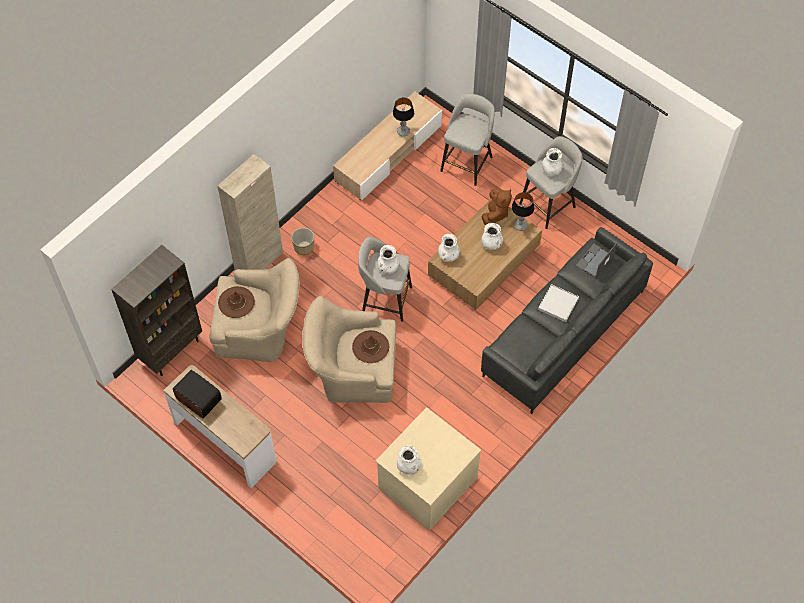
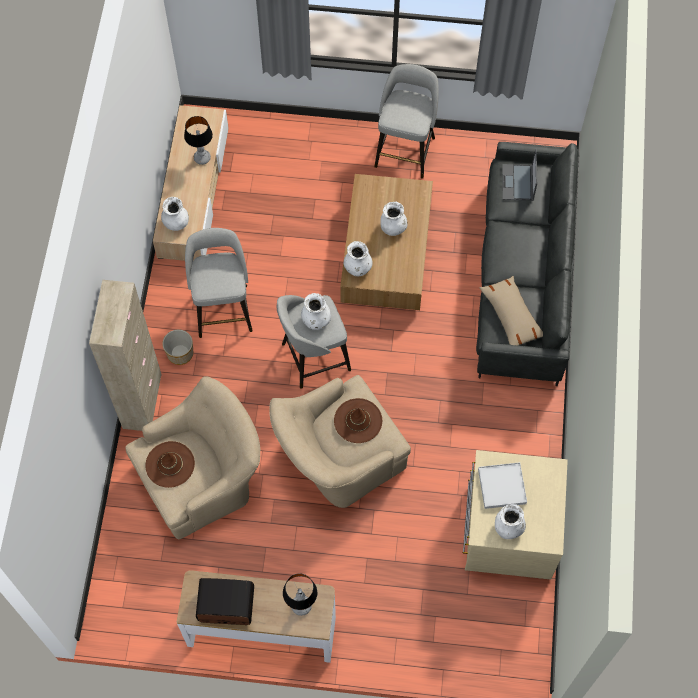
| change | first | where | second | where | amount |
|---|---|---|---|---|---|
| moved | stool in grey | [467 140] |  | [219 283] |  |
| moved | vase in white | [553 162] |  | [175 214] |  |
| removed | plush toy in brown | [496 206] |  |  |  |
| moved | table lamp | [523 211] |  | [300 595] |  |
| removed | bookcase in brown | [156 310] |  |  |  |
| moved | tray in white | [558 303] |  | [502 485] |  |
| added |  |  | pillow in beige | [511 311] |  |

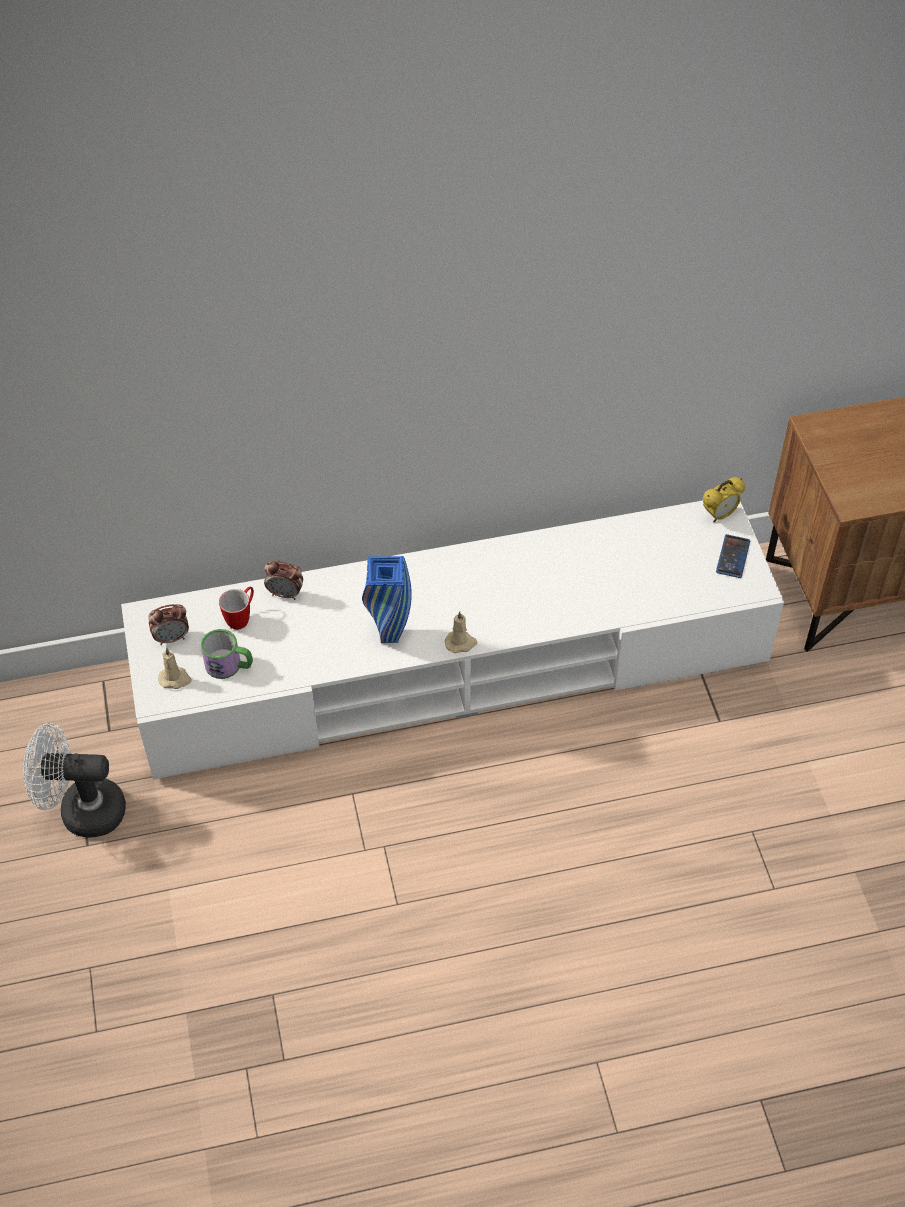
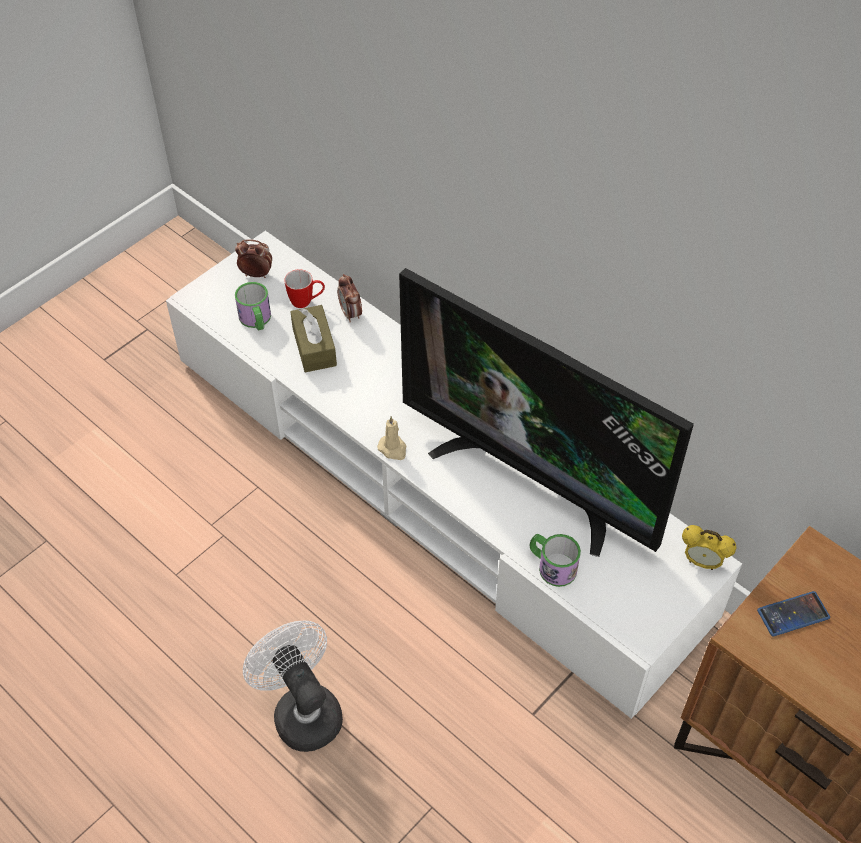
| change | first | where | second | where | amount |
|---|---|---|---|---|---|
| moved | phone | [733 556] |  | [793 614] |  |
| removed | vase in blue | [387 599] |  |  |  |
| turned | alarm clock | [168 624] |  | [253 258] | 150 degrees clockwise |
| removed | candle in beige | [175 668] |  |  |  |
| moved | fan in white | [74 780] |  | [293 686] |  |
| added |  |  | television | [546 412] |  |
| added |  |  | tissue box in brown | [313 338] |  |
| added |  |  | mug | [555 560] |  |

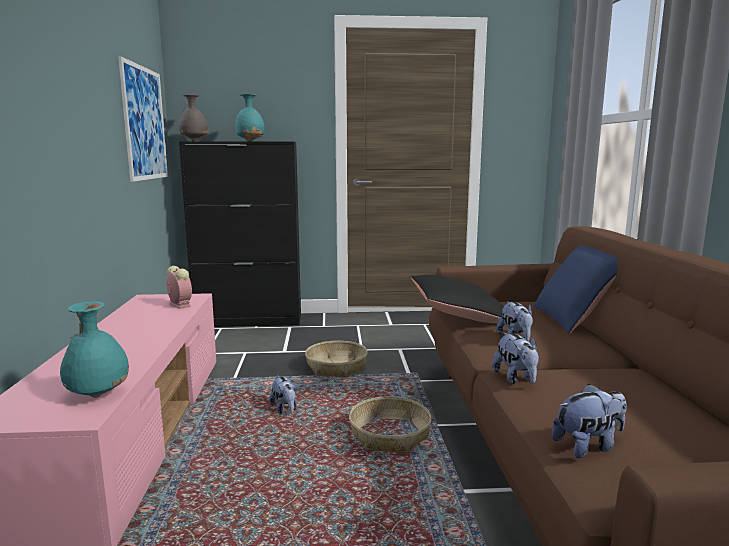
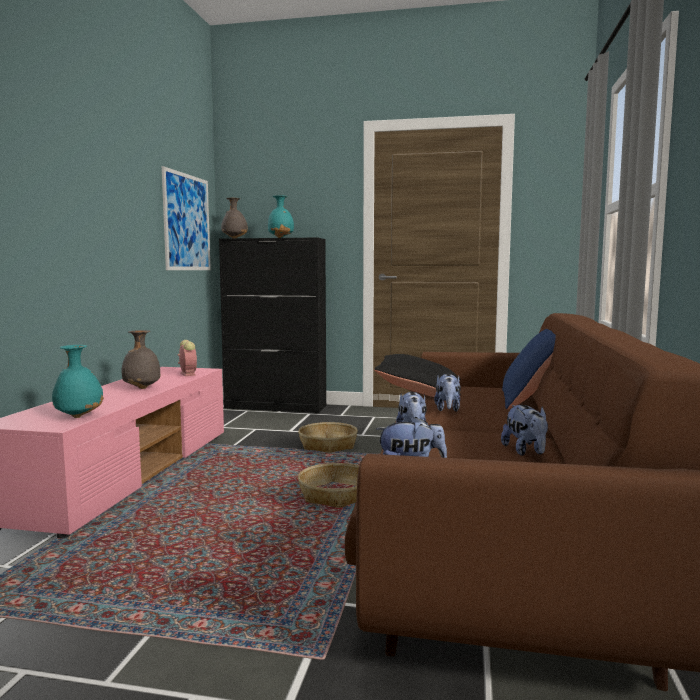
| change | first | where | second | where | amount |
|---|---|---|---|---|---|
| moved | plush toy | [283 394] |  | [524 430] |  |
| added |  |  | vase in grey | [141 359] |  |

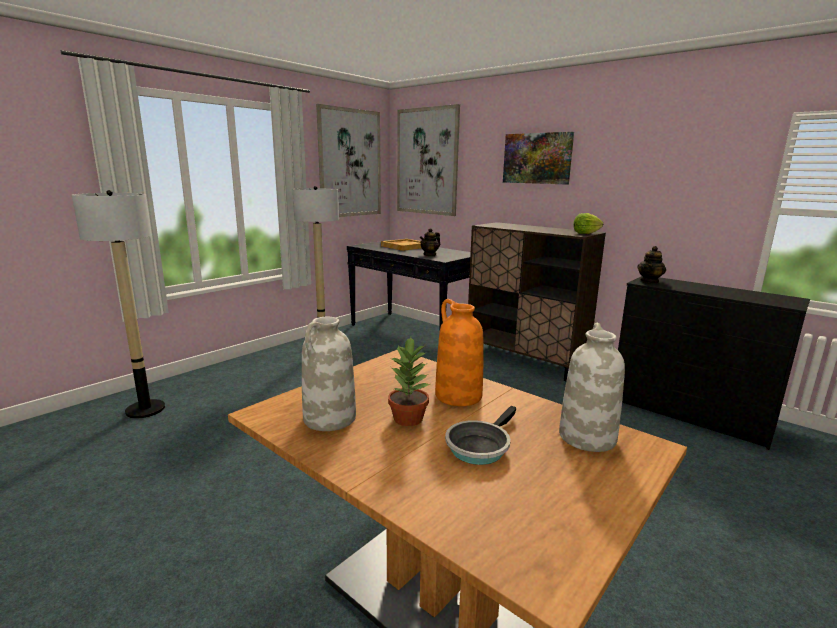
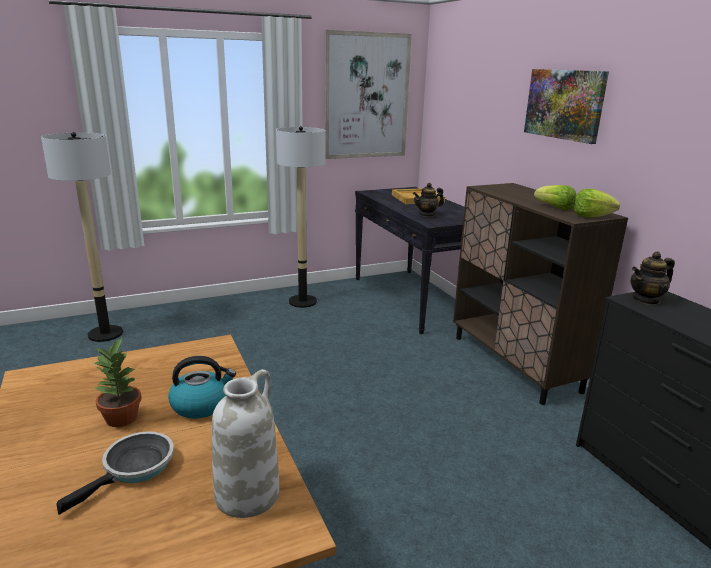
| change | first | where | second | where | amount |
|---|---|---|---|---|---|
| removed | picture | [428 160] |  |  |  |
| replaced | vase in orange | [459 352] | kettle | [202 387] |  |
| removed | vase in white | [329 374] |  |  |  |
| turned | frying pan | [480 435] |  | [115 473] | 150 degrees clockwise |
| added |  |  | lettuce | [555 198] |  |

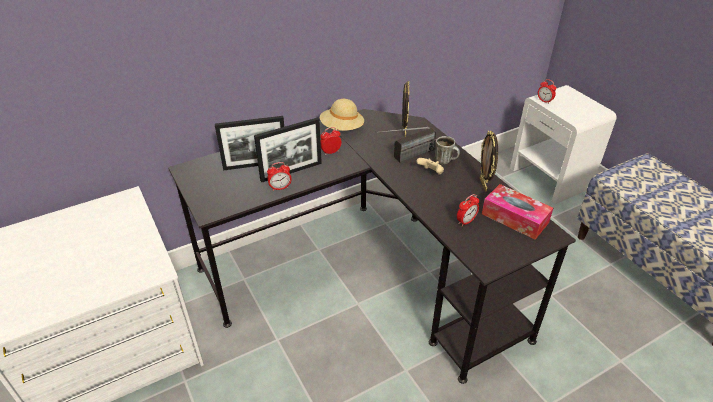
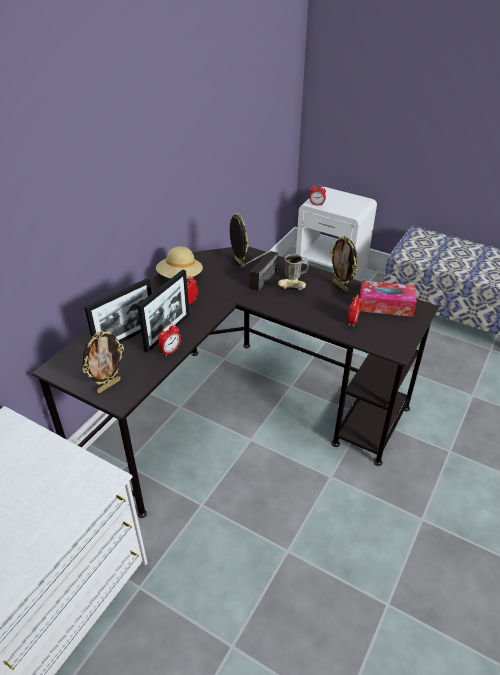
| change | first | where | second | where | amount |
|---|---|---|---|---|---|
| added |  |  | picture frame | [103 361] |  |

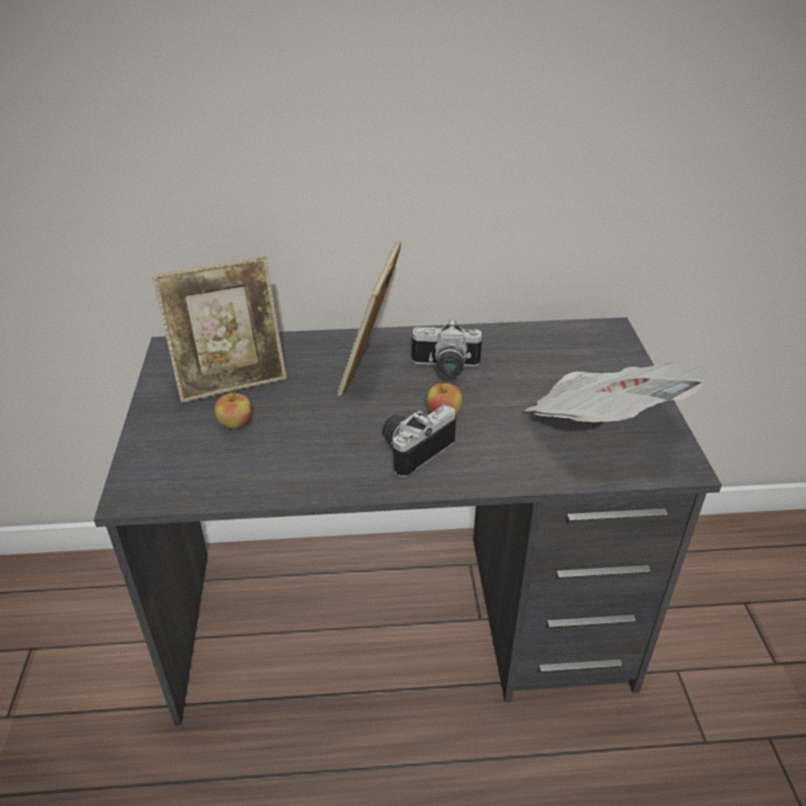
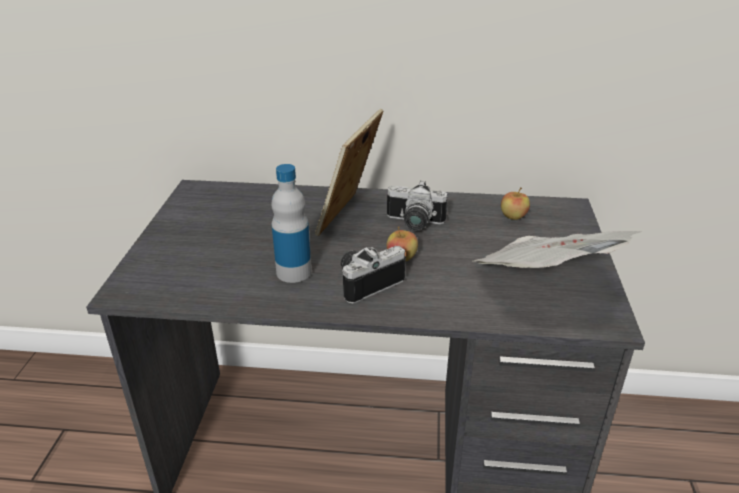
| change | first | where | second | where | amount |
|---|---|---|---|---|---|
| removed | picture frame | [219 329] |  |  |  |
| moved | apple | [233 409] |  | [515 204] |  |
| added |  |  | bottle | [291 223] |  |

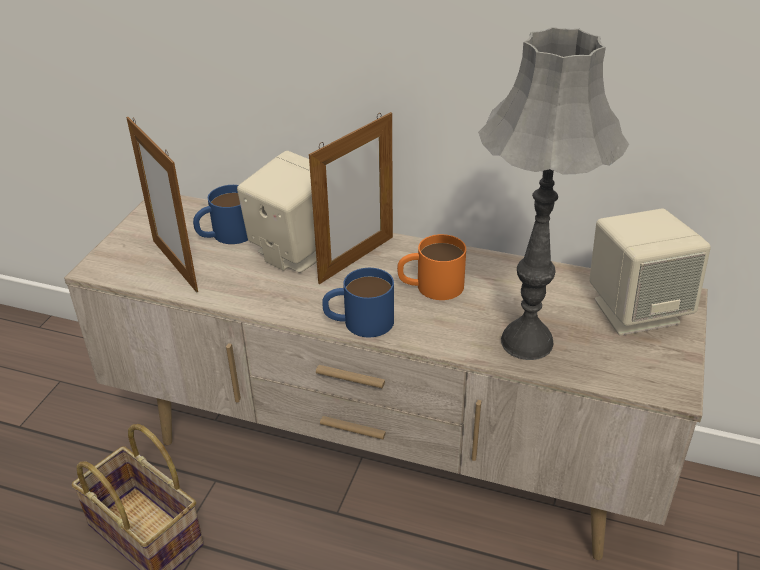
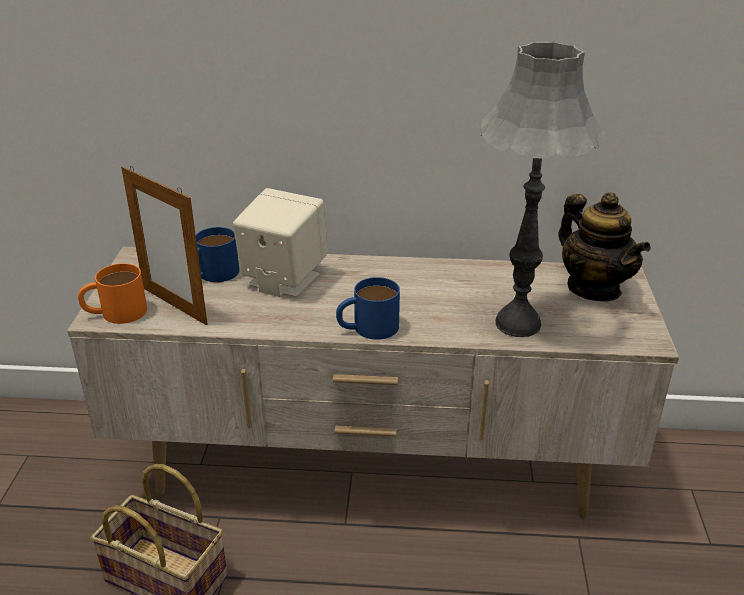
| change | first | where | second | where | amount |
|---|---|---|---|---|---|
| removed | picture frame | [351 198] |  |  |  |
| replaced | speaker in beige | [650 272] | teapot | [604 246] |  |
| moved | mug in orange | [431 267] |  | [112 293] |  |

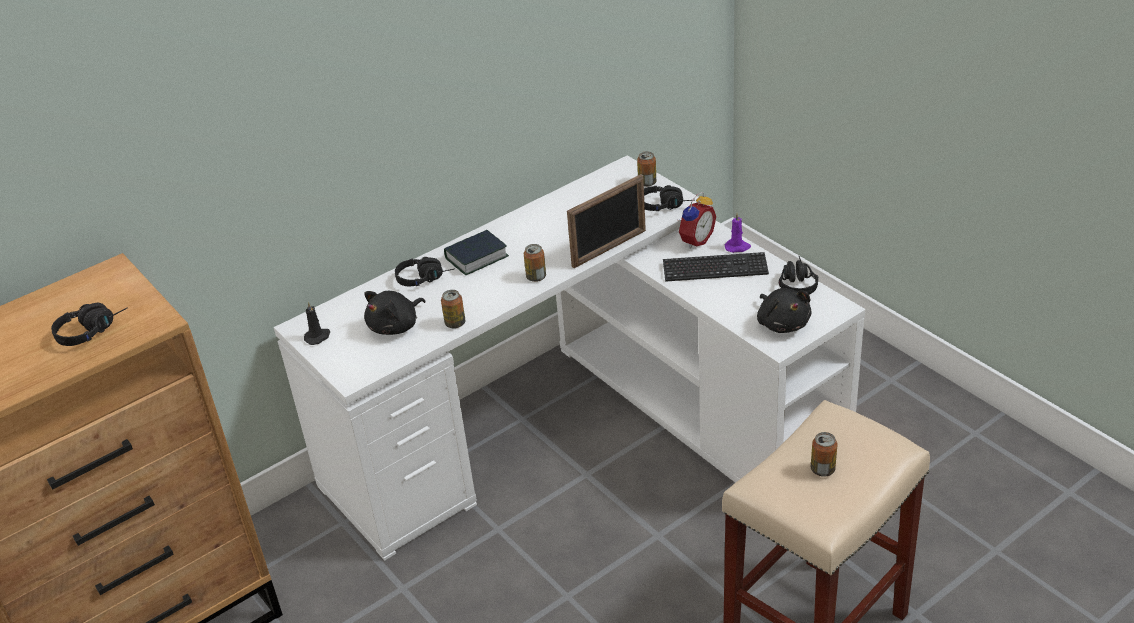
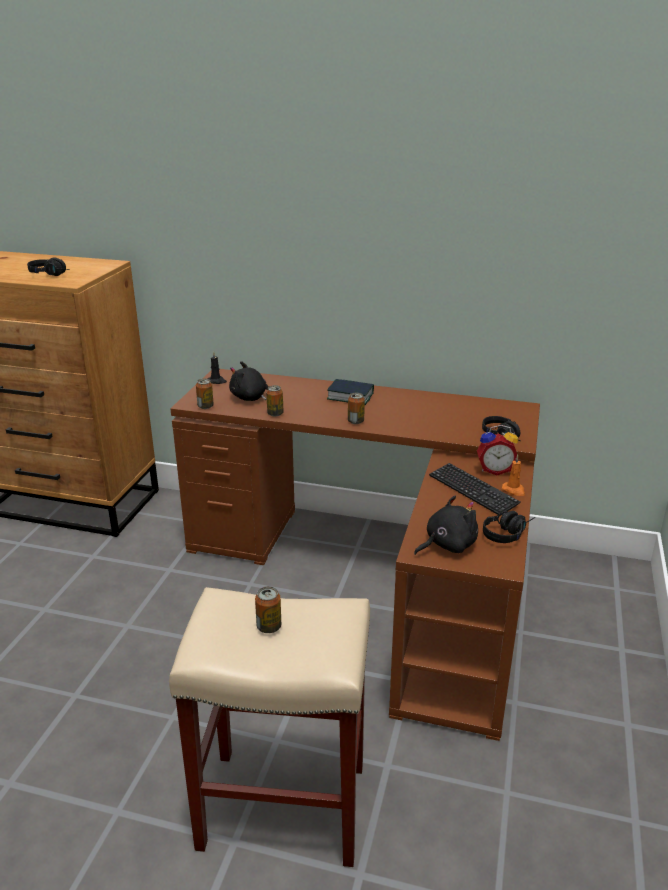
| change | first | where | second | where | amount |
|---|---|---|---|---|---|
| moved | can | [646 169] |  | [205 394] |  |
| recoloured | desk in white | [569 357] | desk in brown | [355 555] |  |
| removed | picture frame | [606 221] |  |  |  |
| recoloured | candle in purple | [738 232] | candle in orange | [513 475] |  |
| removed | headphones in black | [424 272] |  |  |  |
| turned | plush toy in black | [784 310] |  | [446 525] | 150 degrees counterclockwise |

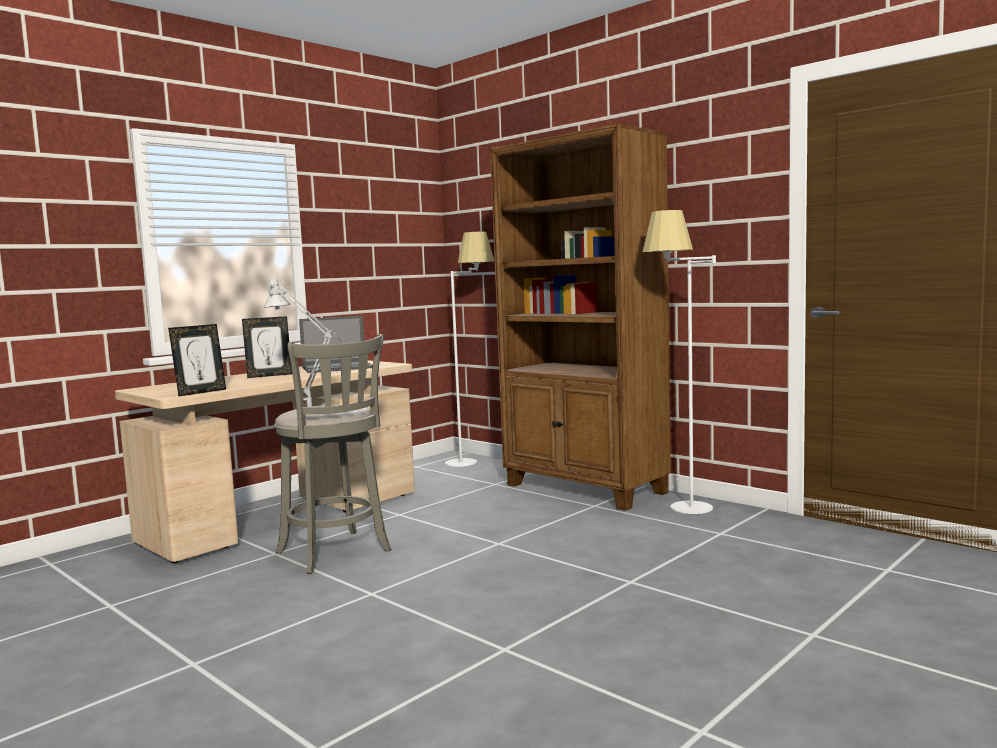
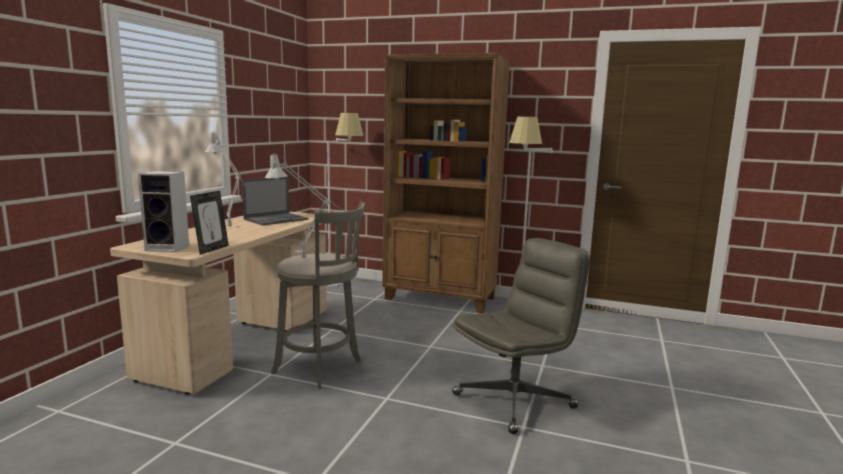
| change | first | where | second | where | amount |
|---|---|---|---|---|---|
| replaced | picture frame | [267 347] | table lamp in grey | [227 179] |  |
| added |  |  | speaker | [163 211] |  |
| added |  |  | office chair in grey | [521 336] |  |

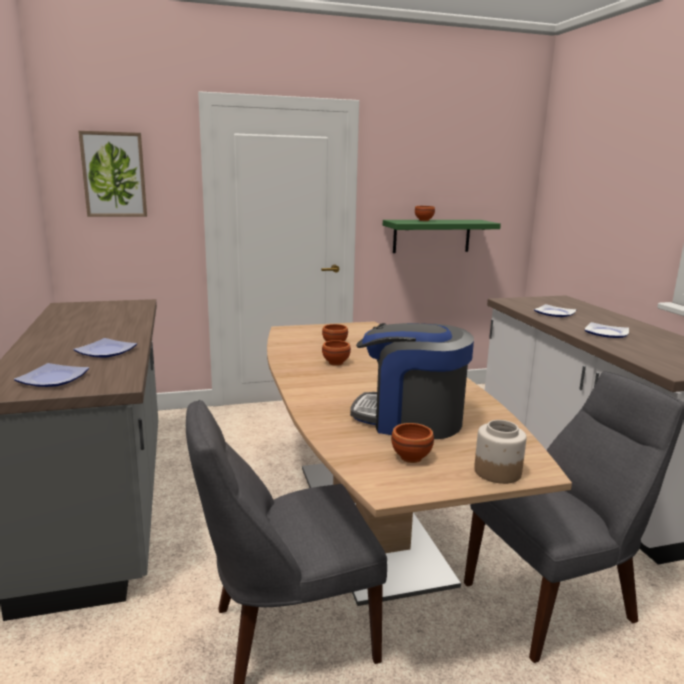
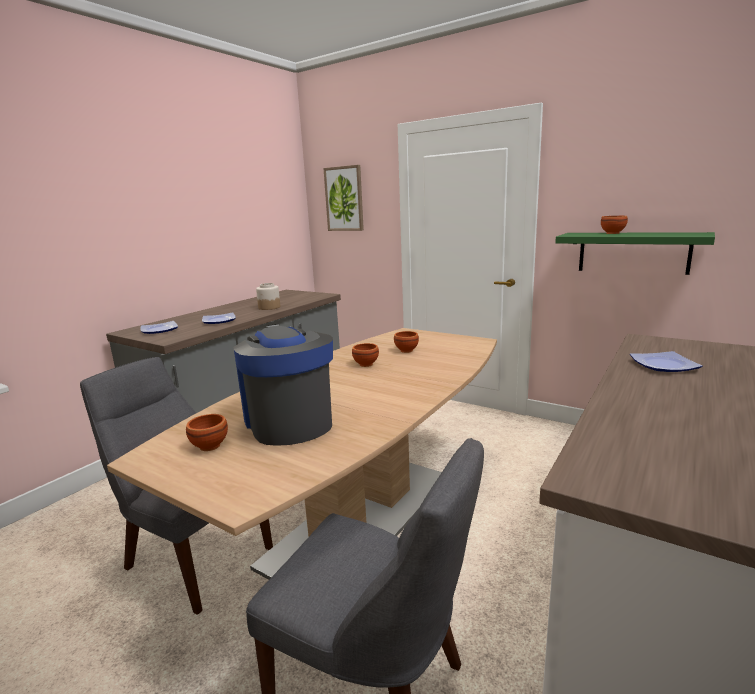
| change | first | where | second | where | amount |
|---|---|---|---|---|---|
| removed | plate | [607 330] |  |  |  |
| moved | jar | [500 452] |  | [268 296] |  |

